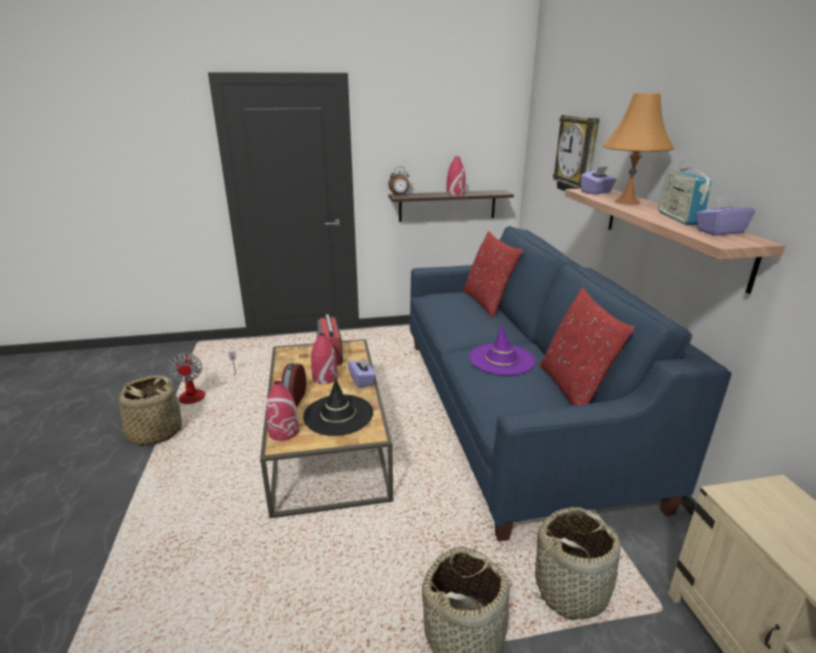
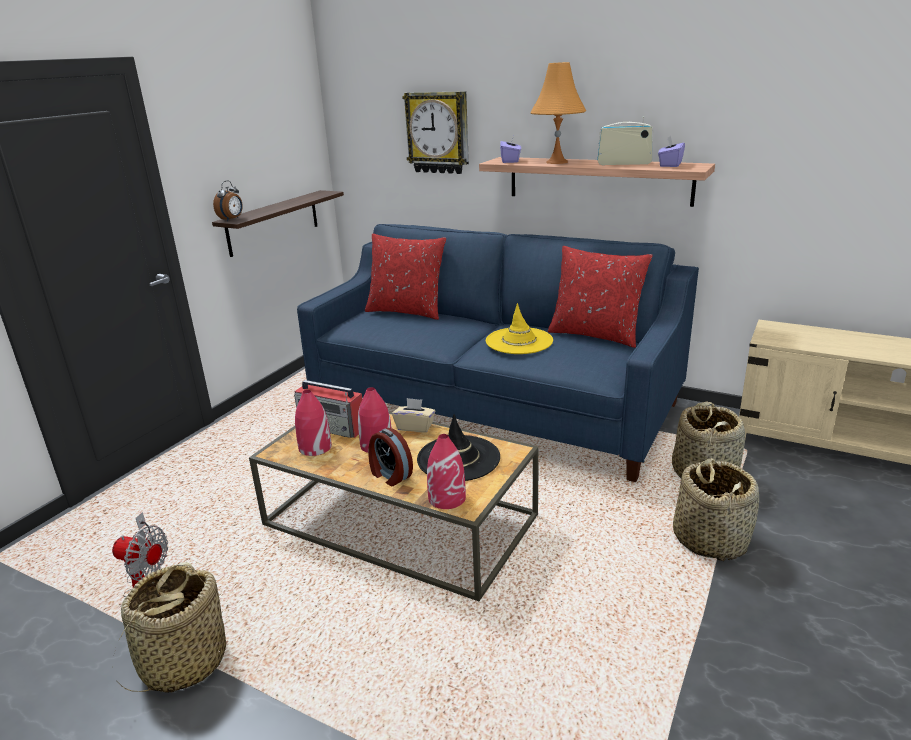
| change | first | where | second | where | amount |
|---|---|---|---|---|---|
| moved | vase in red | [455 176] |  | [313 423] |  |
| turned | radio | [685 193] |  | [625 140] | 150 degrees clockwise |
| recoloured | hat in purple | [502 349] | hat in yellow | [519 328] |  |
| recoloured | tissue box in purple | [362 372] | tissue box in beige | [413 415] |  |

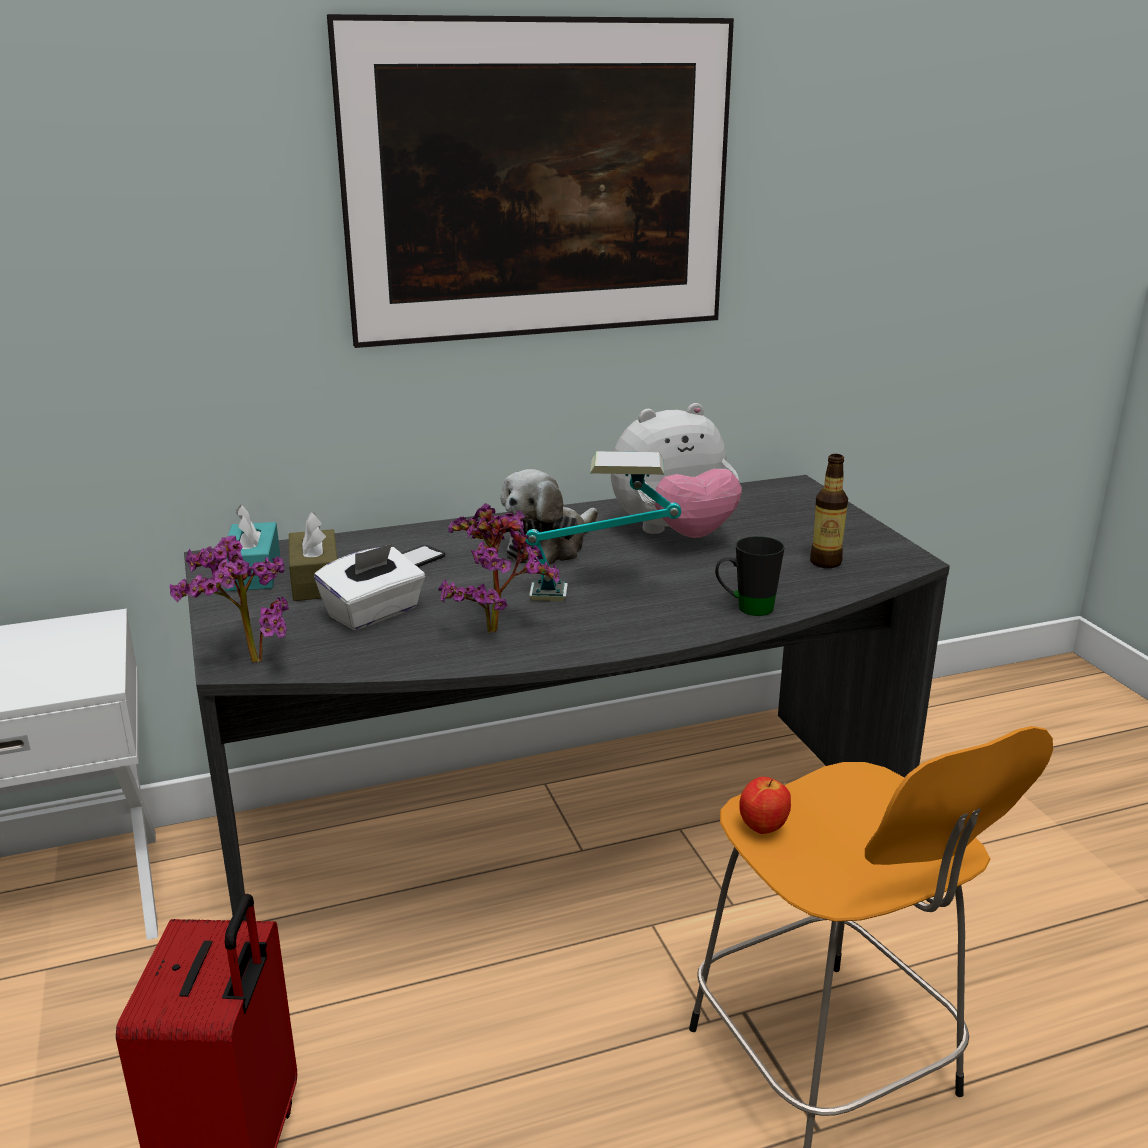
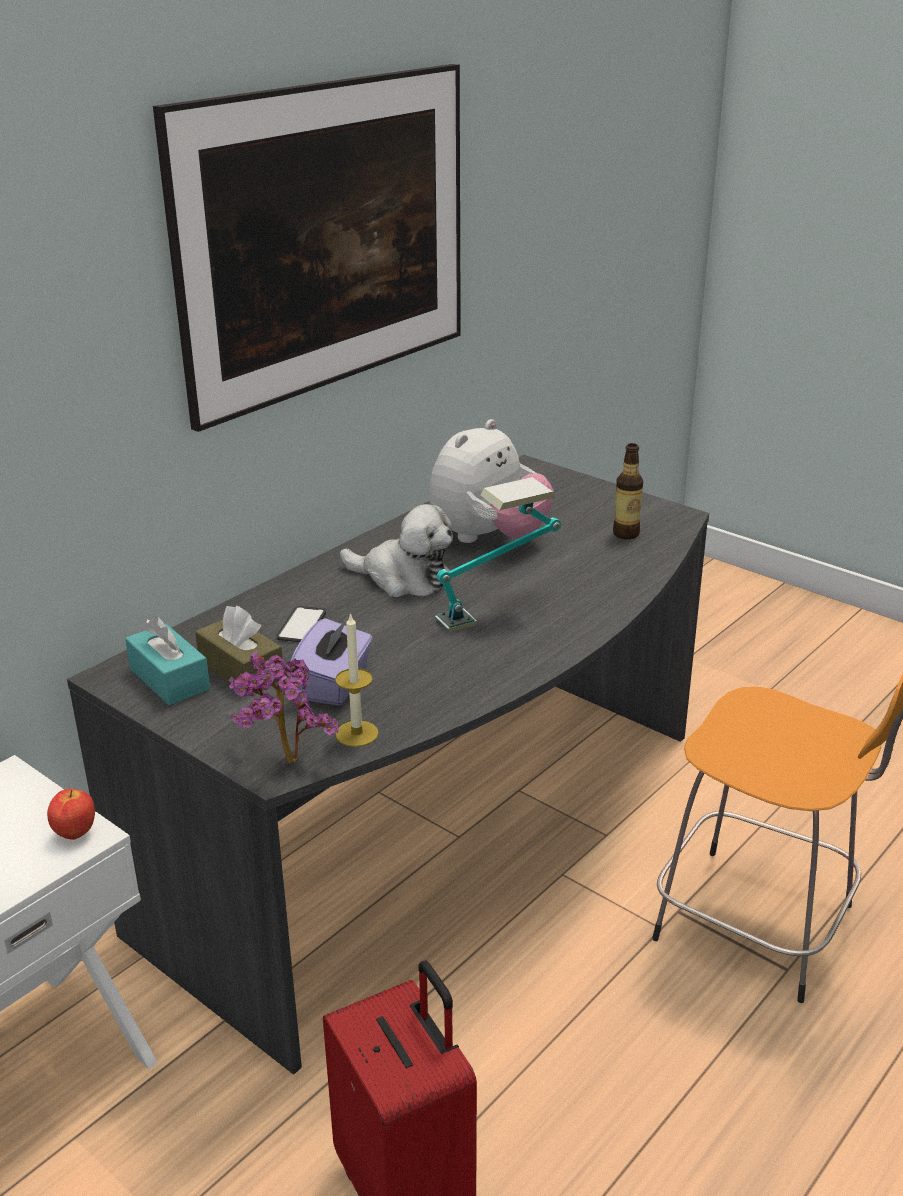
| change | first | where | second | where | amount |
|---|---|---|---|---|---|
| turned | plush toy | [549 517] |  | [396 550] | 75 degrees counterclockwise |
| removed | potted plant | [499 568] |  |  |  |
| removed | mug in black | [750 576] |  |  |  |
| recoloured | tissue box in white | [369 587] | tissue box in purple | [331 661] |  |
| moved | apple | [765 805] |  | [71 814] |  |
| added |  |  | candle | [357 679] |  |

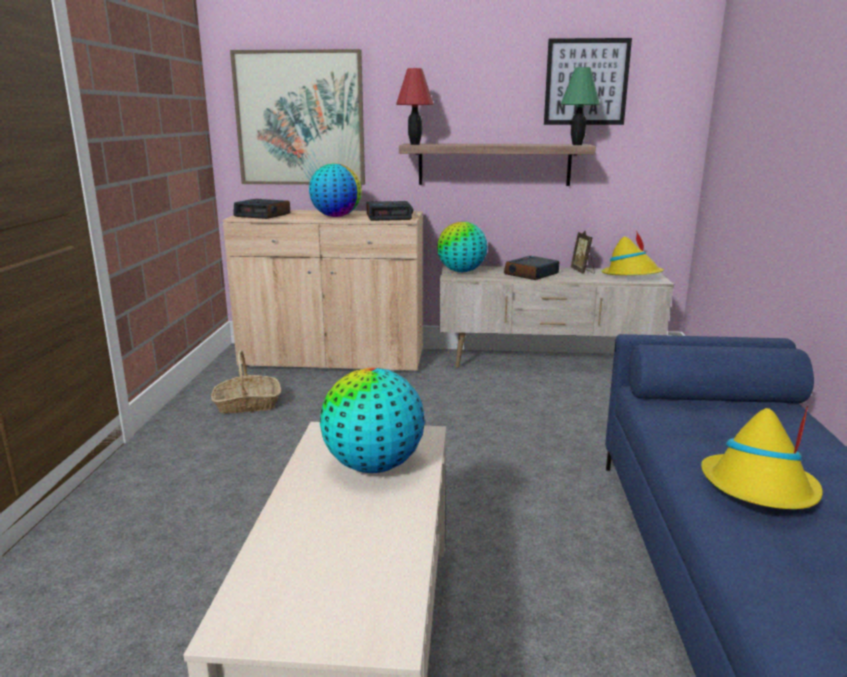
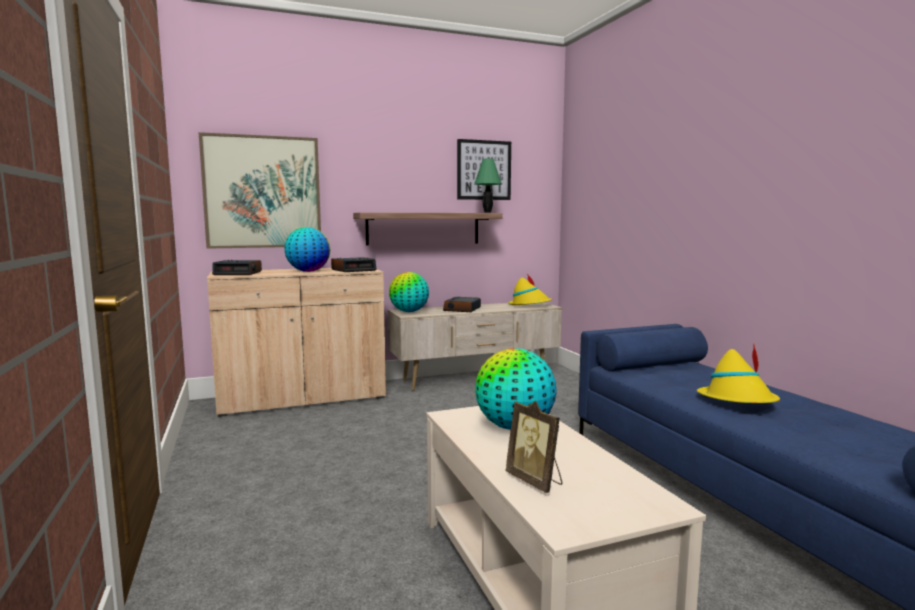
| change | first | where | second | where | amount |
|---|---|---|---|---|---|
| removed | table lamp in red | [415 106] |  |  |  |
| moved | picture frame | [583 252] |  | [533 447] |  |
| removed | basket | [246 382] |  |  |  |

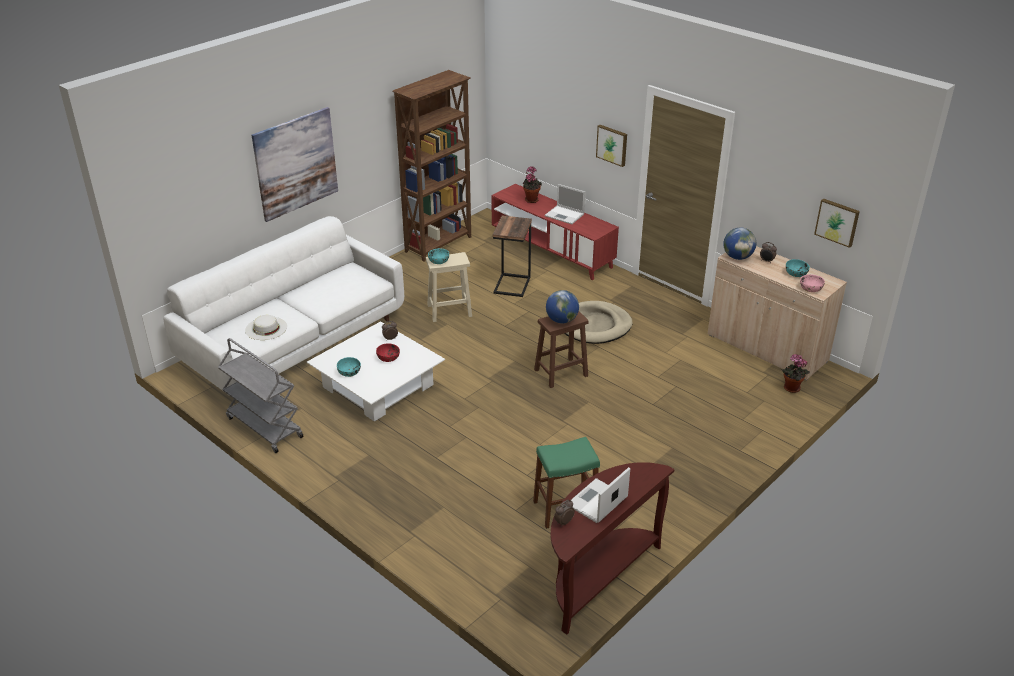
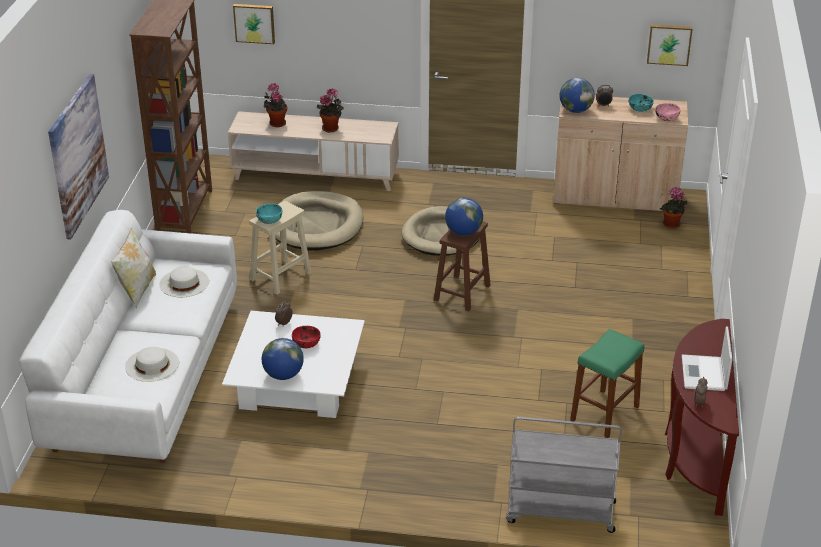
| change | first | where | second | where | amount |
|---|---|---|---|---|---|
| moved | picture | [611 146] |  | [254 24] |  |
| recoloured | tv stand in red | [555 232] | tv stand in beige | [313 151] |  |
| replaced | laptop | [565 204] | potted plant | [330 110] |  |
| replaced | side table | [512 256] | dog bed in beige | [319 221] |  |
| moved | cart in grey | [260 395] |  | [564 475] |  |
| replaced | bowl in turquoise | [349 367] | globe | [283 359] |  |
| added |  |  | pillow | [133 268] |  |
| added |  |  | hat in white | [184 282] |  |

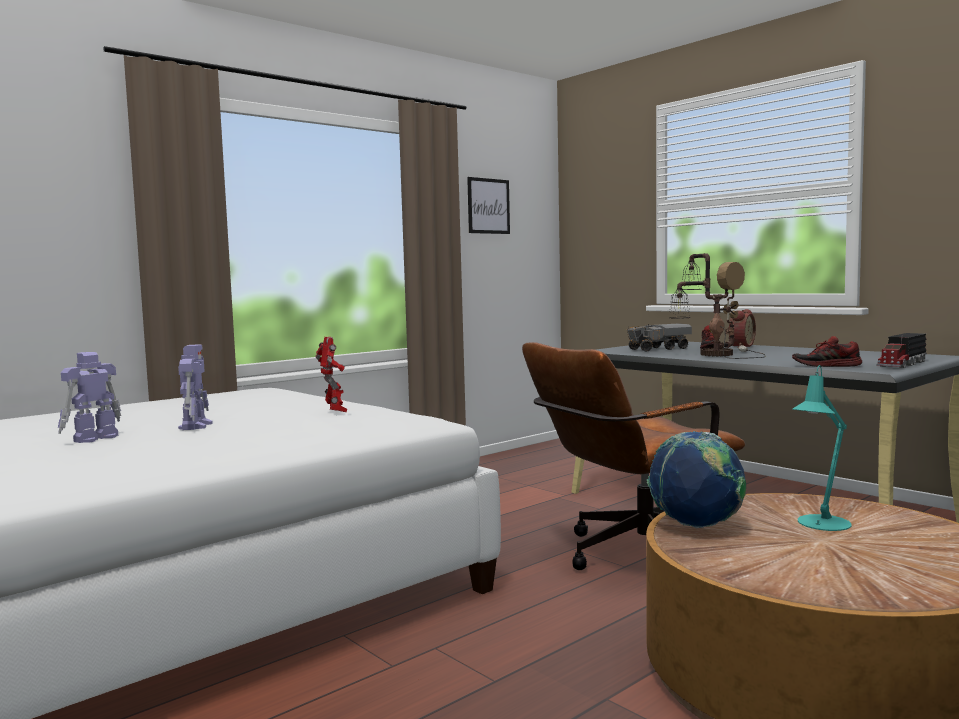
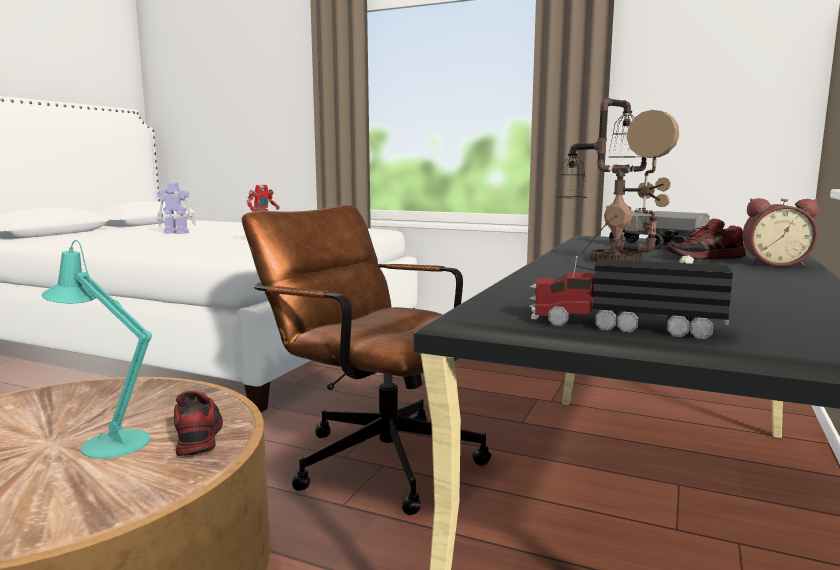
| change | first | where | second | where | amount |
|---|---|---|---|---|---|
| removed | picture | [488 205] |  |  |  |
| moved | shoe | [827 351] |  | [198 423] |  |
| removed | toy robot | [195 387] |  |  |  |
| removed | globe | [696 479] |  |  |  |

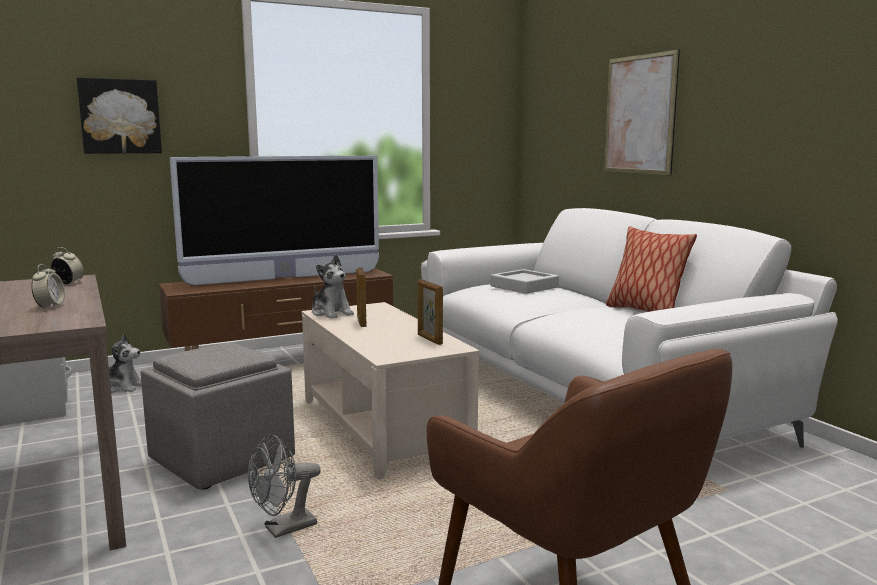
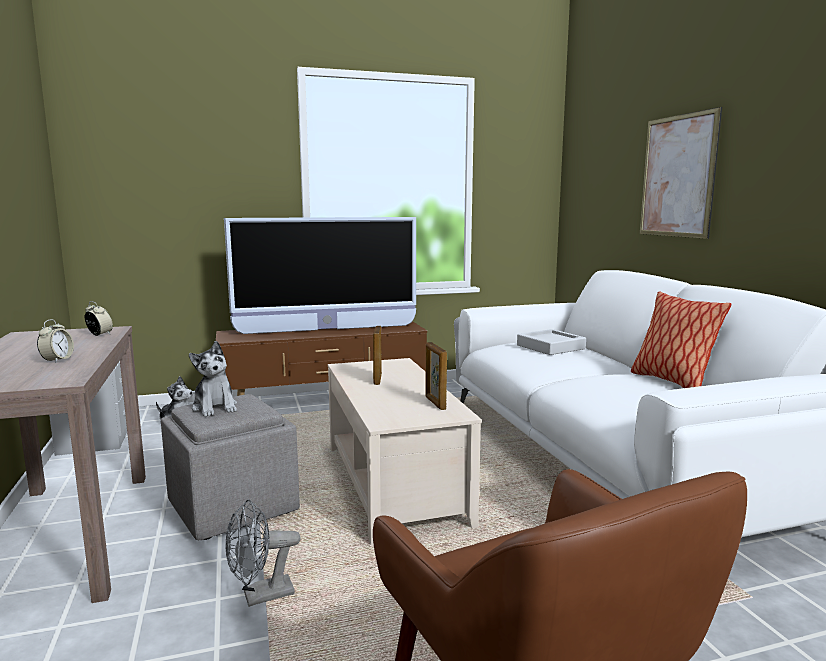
| change | first | where | second | where | amount |
|---|---|---|---|---|---|
| removed | picture | [119 115] |  |  |  |
| moved | plush toy | [333 286] |  | [213 379] |  |

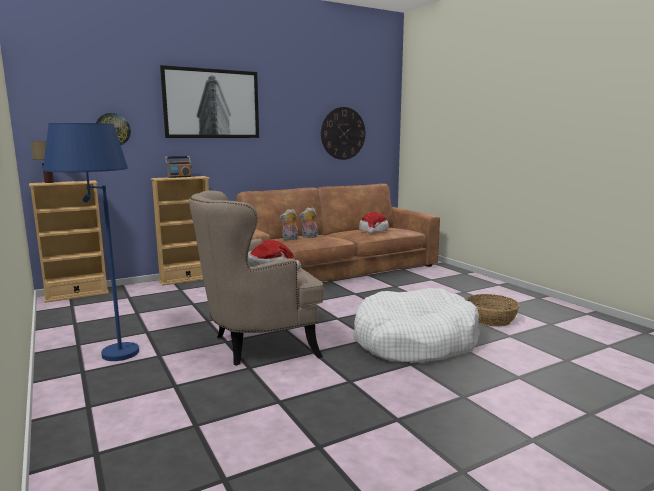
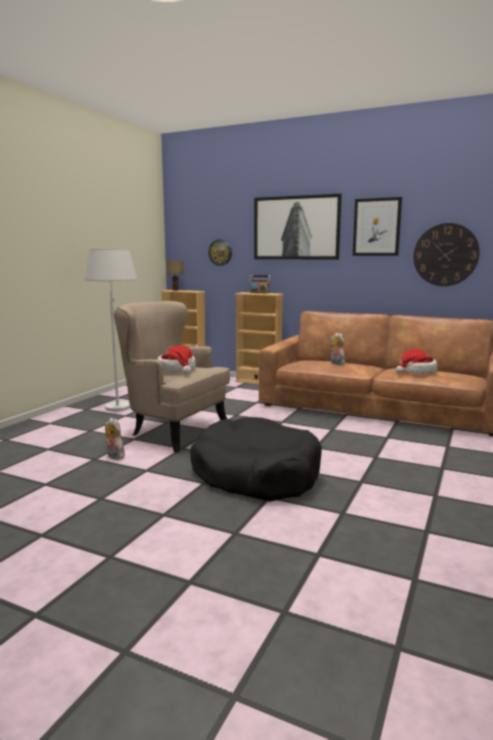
| change | first | where | second | where | amount |
|---|---|---|---|---|---|
| recoloured | floor lamp in blue | [91 242] | floor lamp in white | [111 330] |  |
| moved | plush toy | [289 224] |  | [116 439] |  |
| recoloured | dog bed in white | [416 325] | dog bed in black | [256 459] |  |
| removed | basket | [493 310] |  |  |  |
| added |  |  | picture | [377 226] |  |

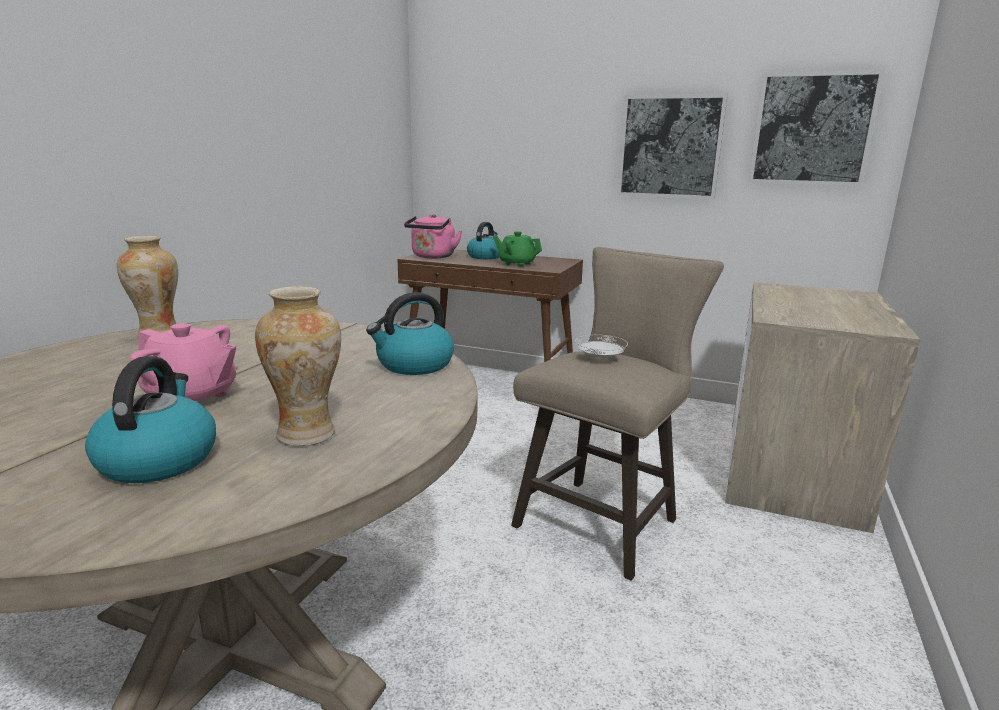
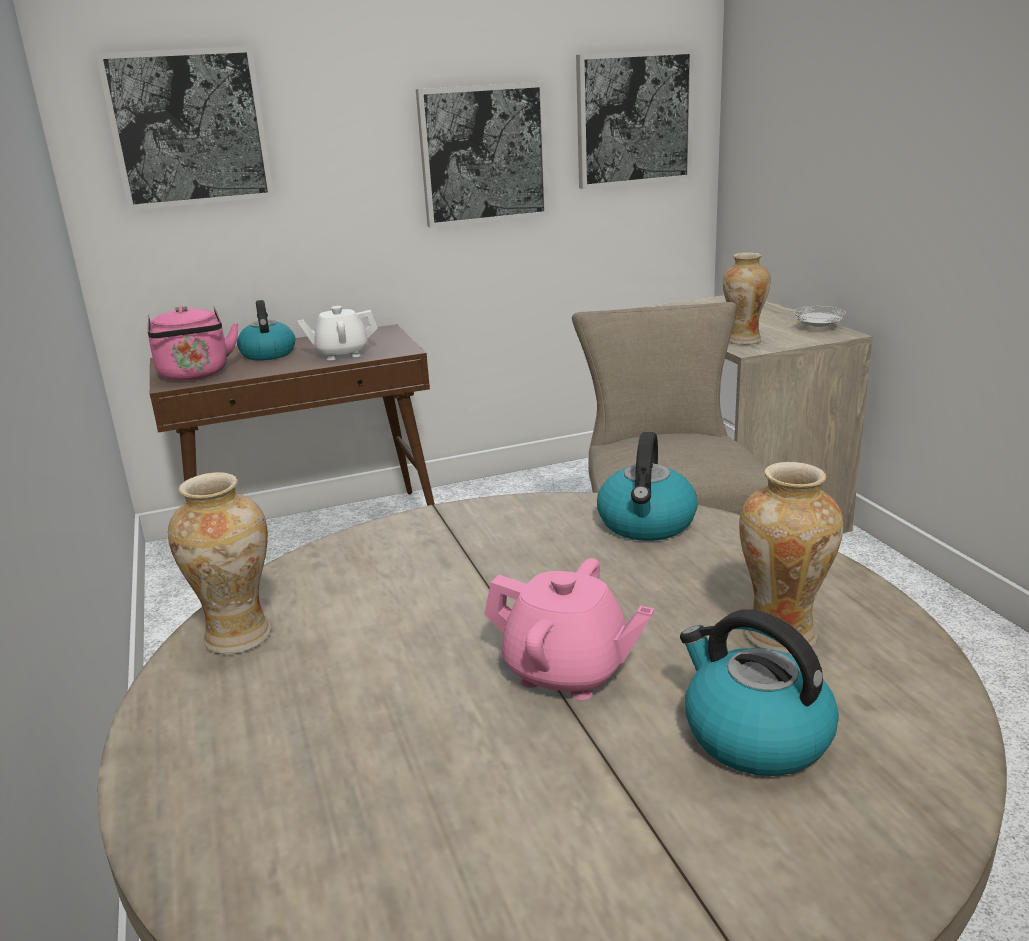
| change | first | where | second | where | amount |
|---|---|---|---|---|---|
| recoloured | teapot in green | [517 249] | teapot in white | [337 333] |  |
| turned | teapot in pink | [183 363] |  | [569 629] | 45 degrees clockwise |
| moved | plate in white | [601 347] |  | [819 317] |  |
| added |  |  | picture | [185 128] |  |
| added |  |  | vase | [746 298] |  |

